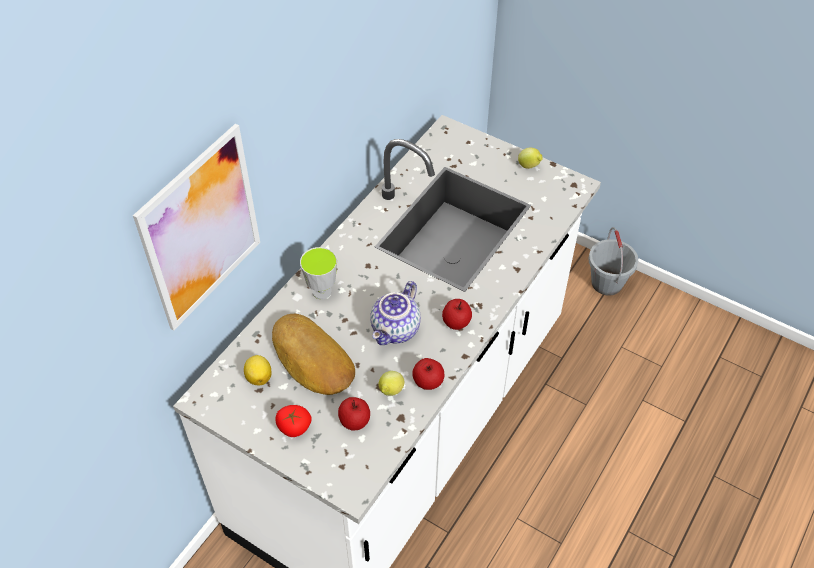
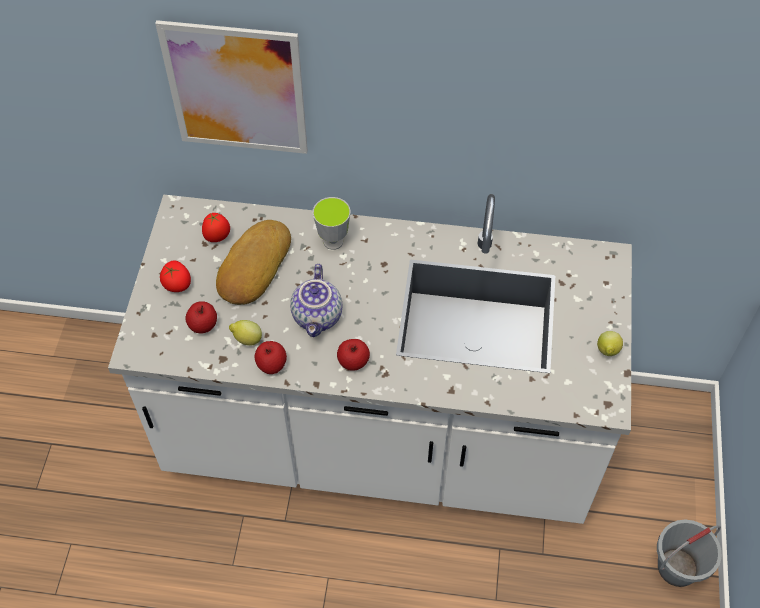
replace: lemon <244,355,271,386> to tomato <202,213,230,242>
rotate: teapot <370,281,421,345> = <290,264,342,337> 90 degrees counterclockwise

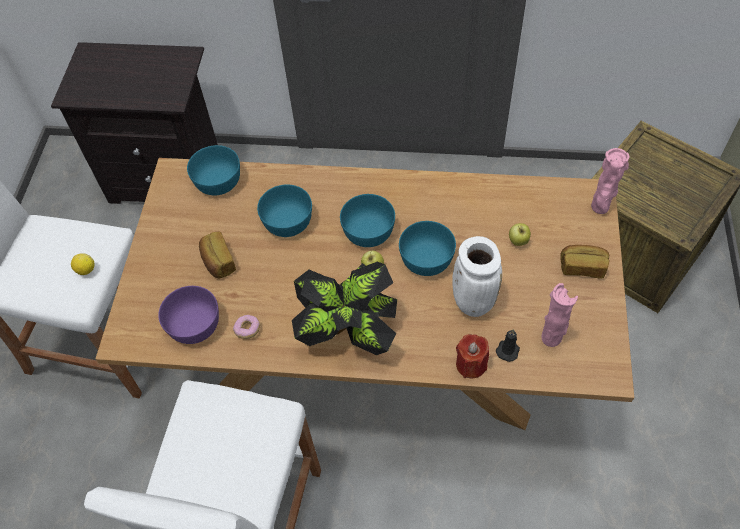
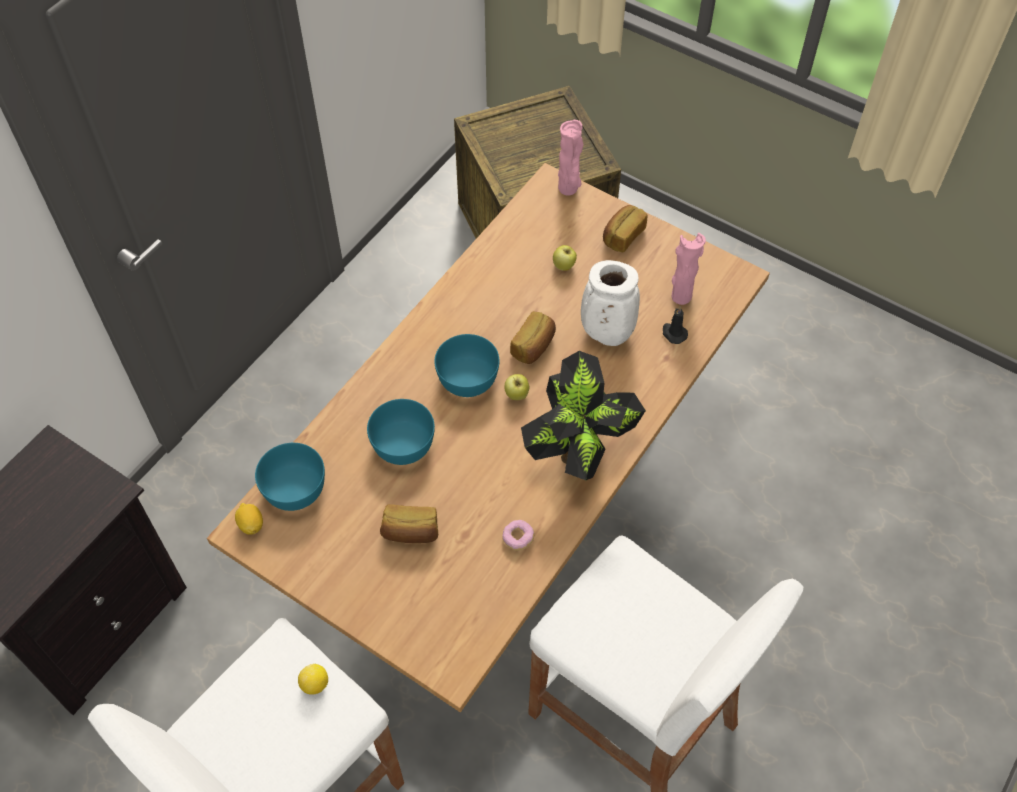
delete: purple bowl <158,286,219,344>; red candle <456,334,489,378>
insert: lemon <235,503,263,535>
replace: turquoise bowl <399,221,456,276> to bread <510,311,556,364>

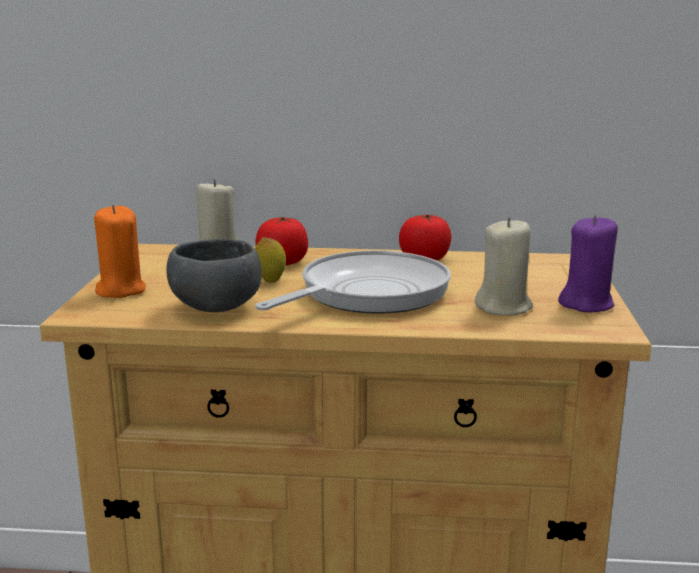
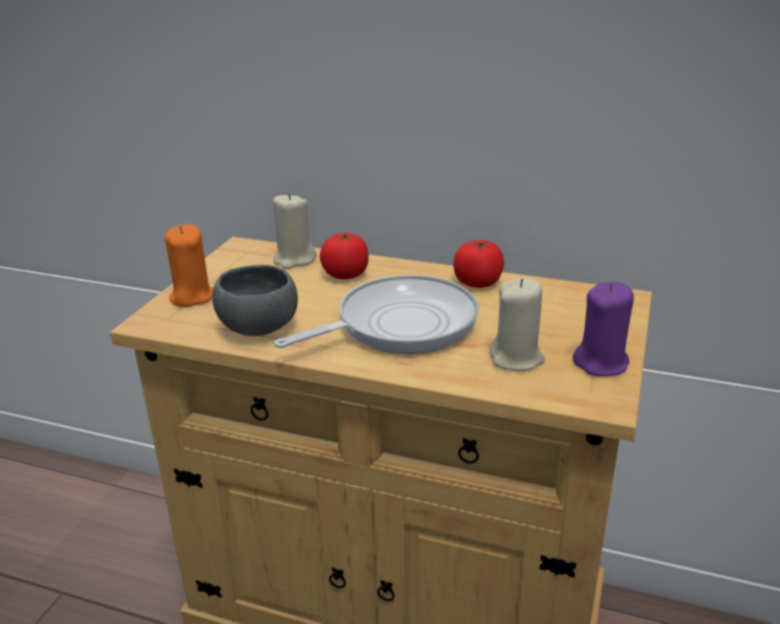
delete: lemon <255,237,286,283>

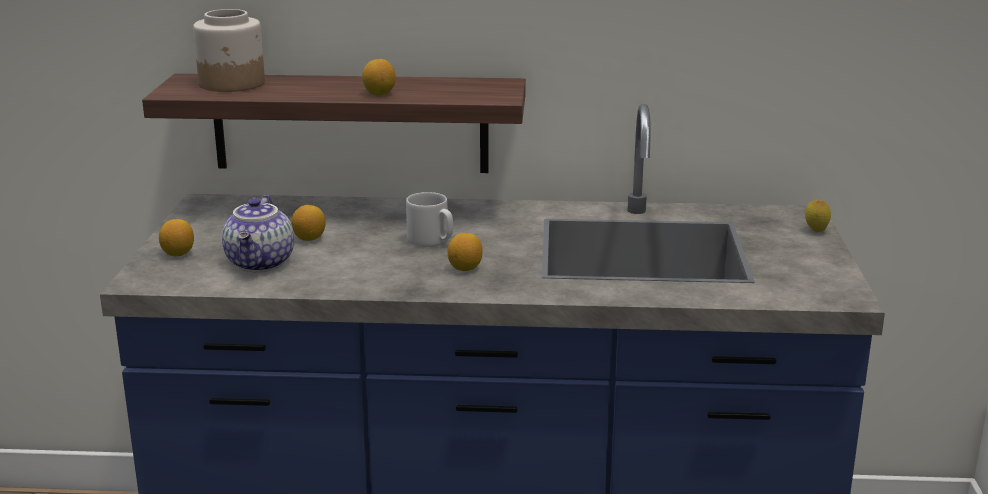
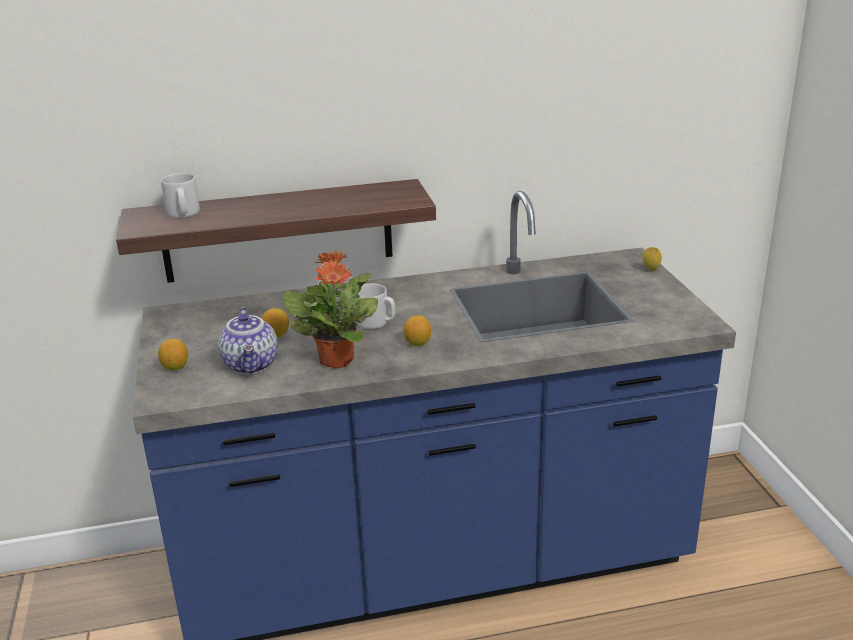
delete: lemon <362,59,396,95>
insert: potted plant <283,251,378,368>
replace: jar <193,9,265,92> to grey mug <161,173,200,218>

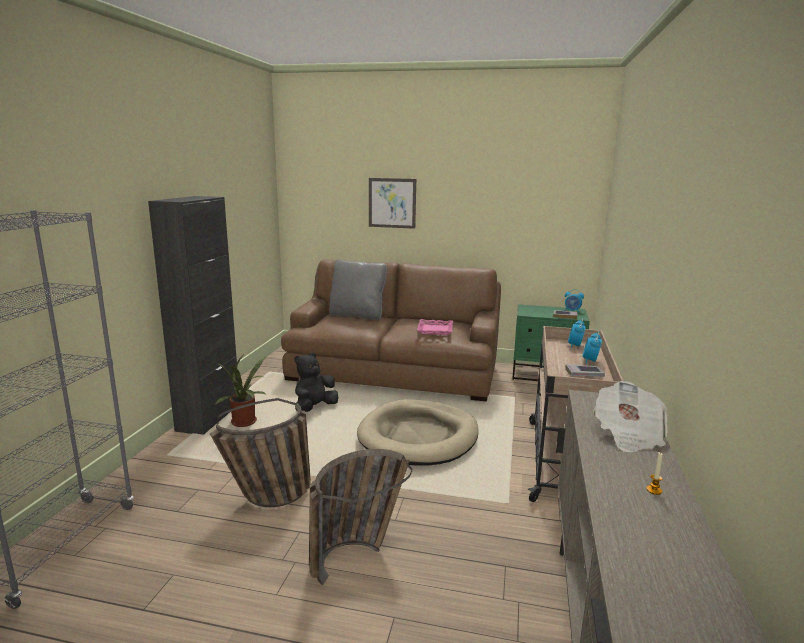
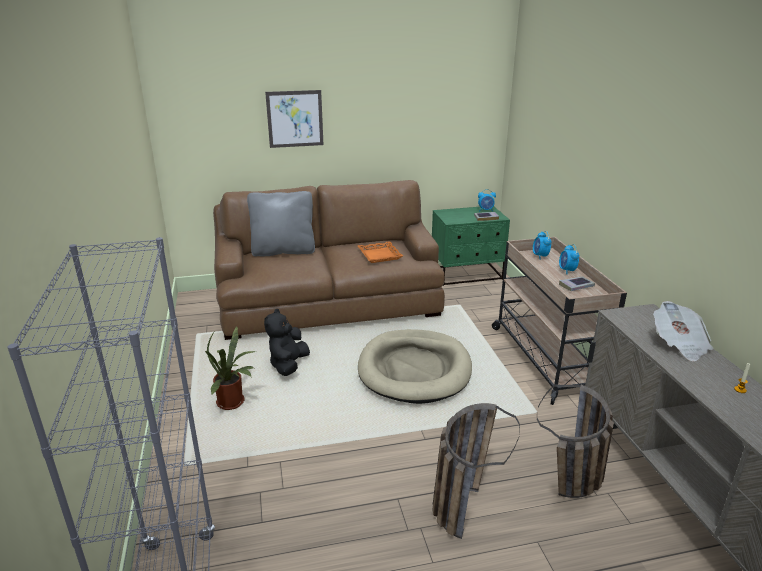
delete: black cabinet <148,196,237,435>
move: basket <210,398,311,507> to <537,384,614,498>
recolor: pink tray <417,319,453,335> to orange tray <358,241,403,263>

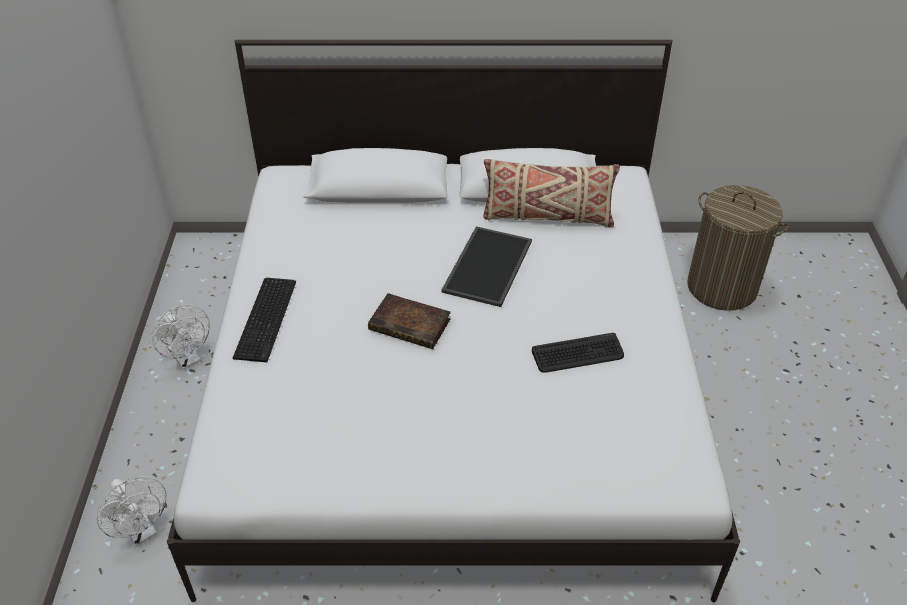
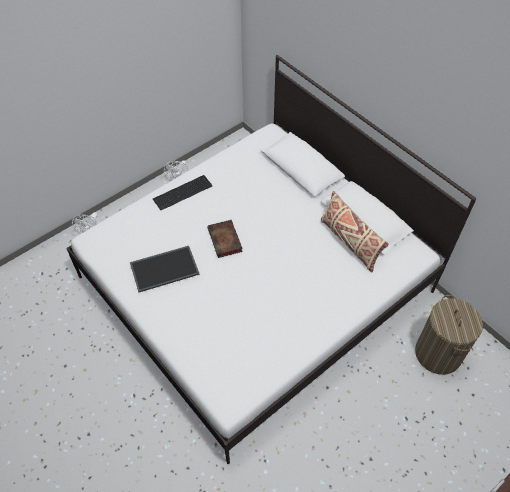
delete: keyboard <532,333,624,373>
move: tray <441,226,532,307> to <130,246,200,292>

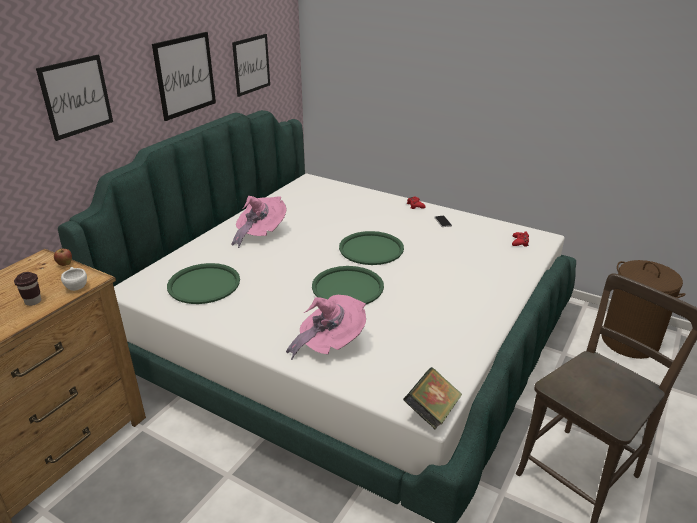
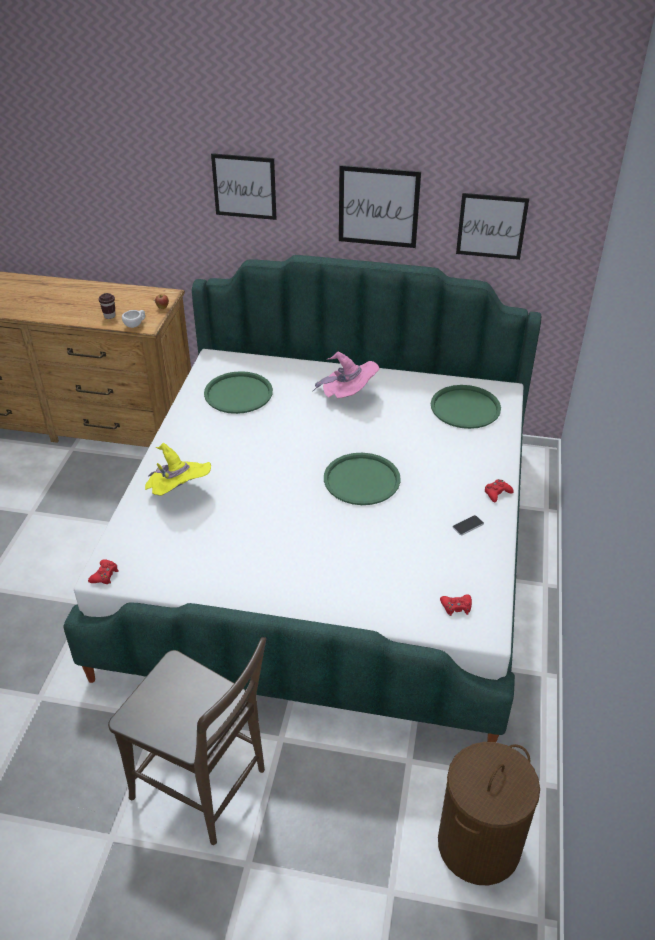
move: green tray <312,266,384,305> to <431,385,501,429>
replace: book <403,367,462,430> to red game controller <88,559,119,584>
recolor: pink hat <286,295,366,360> to yellow hat <145,443,211,496>

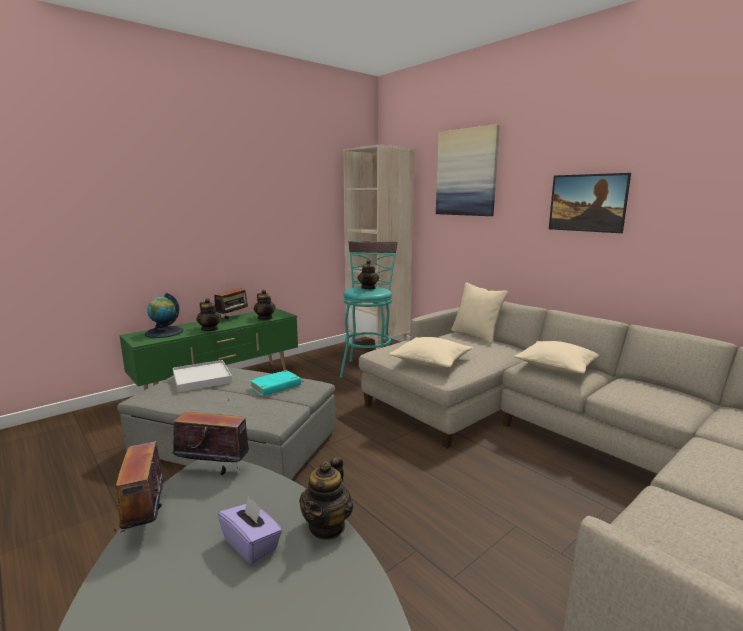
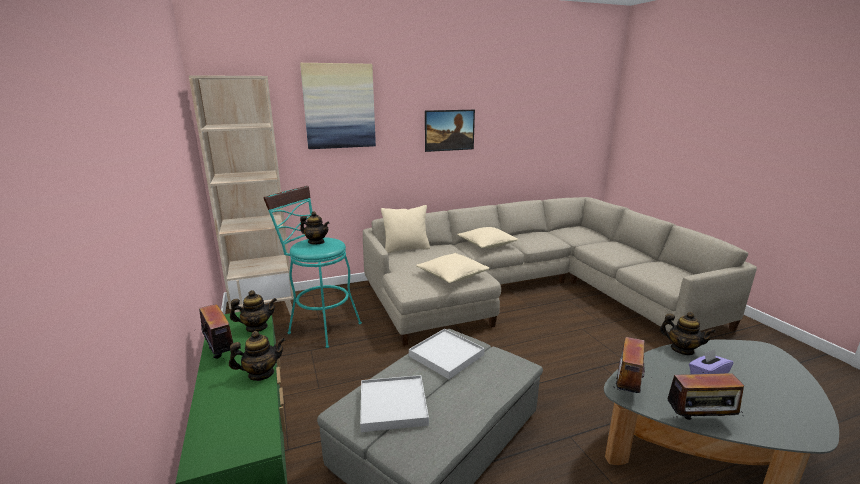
delete: globe <144,293,183,338>
replace: turquoise book <250,370,304,396> to white tray <409,329,485,379>

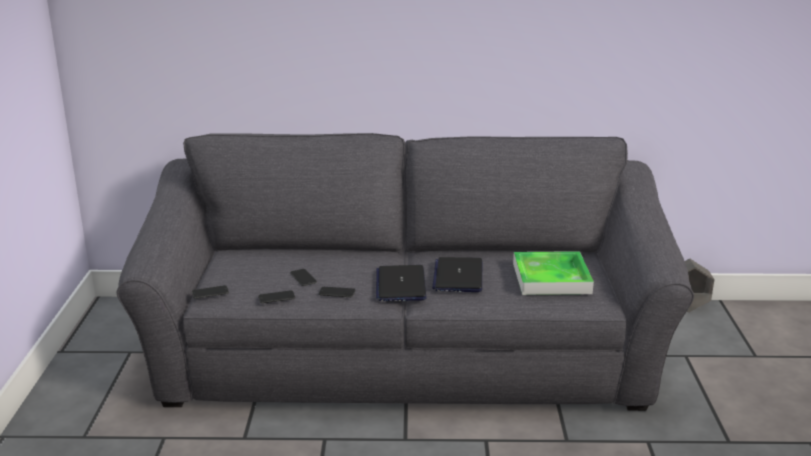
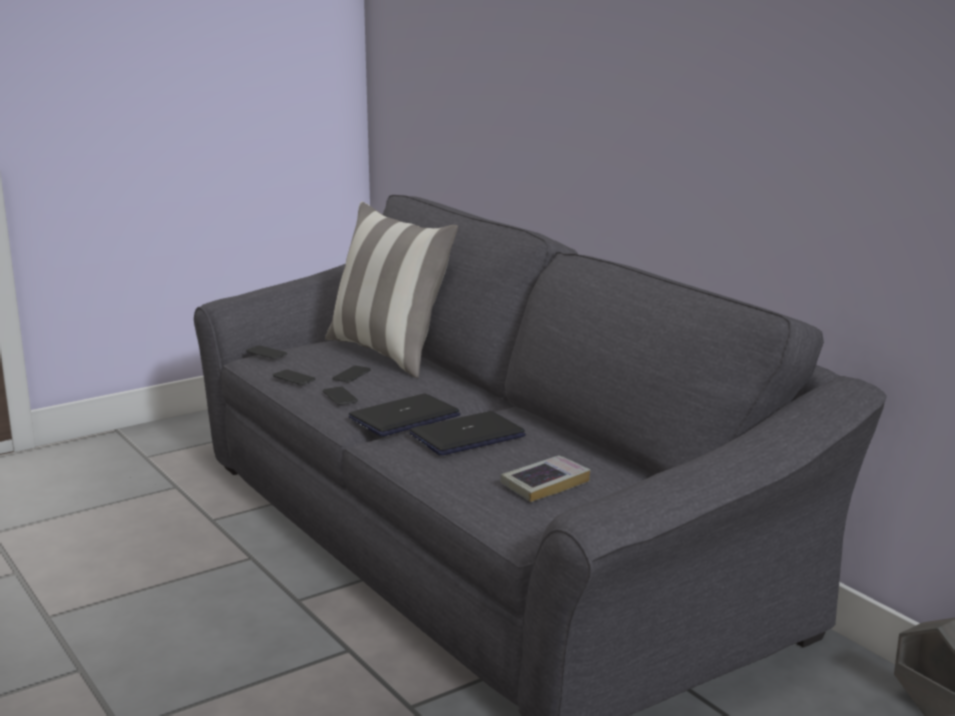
insert: pillow <325,201,458,378>
replace: tray <513,251,594,295> to book <500,455,590,502>

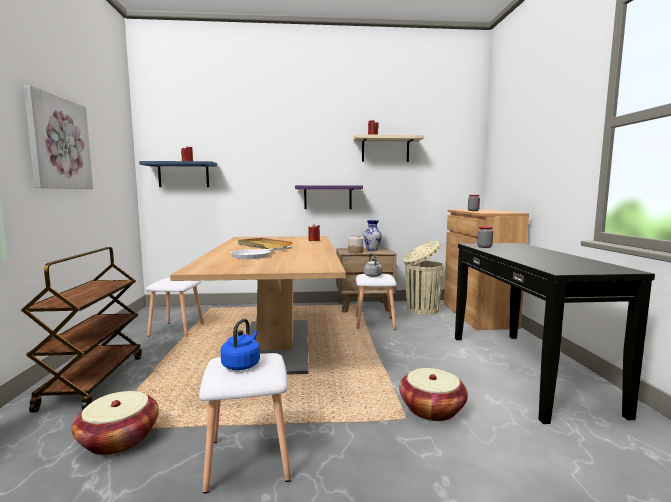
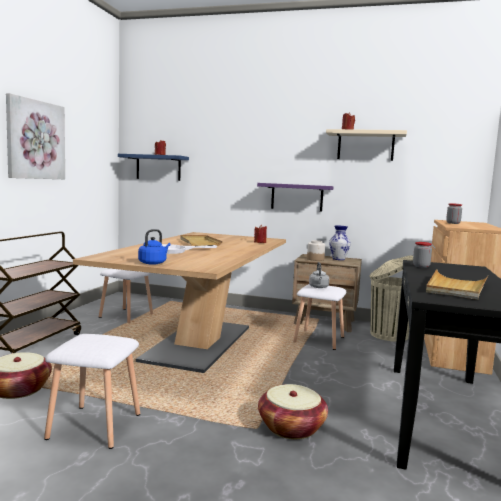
insert: beige tray <426,269,488,300>
move: blue kettle <221,319,260,370> to <138,229,171,265>

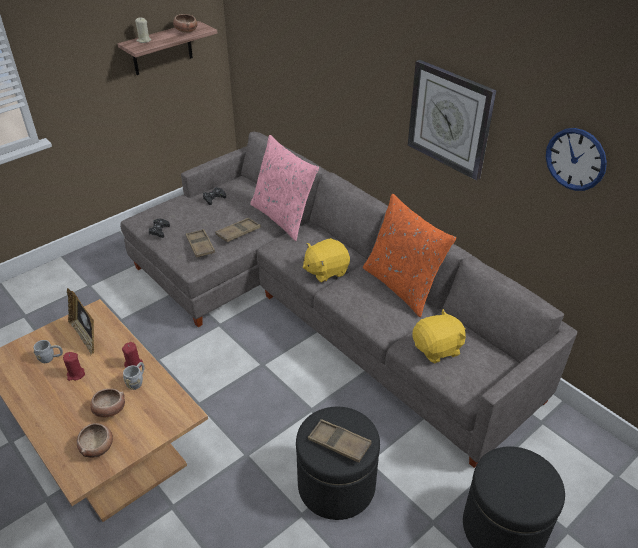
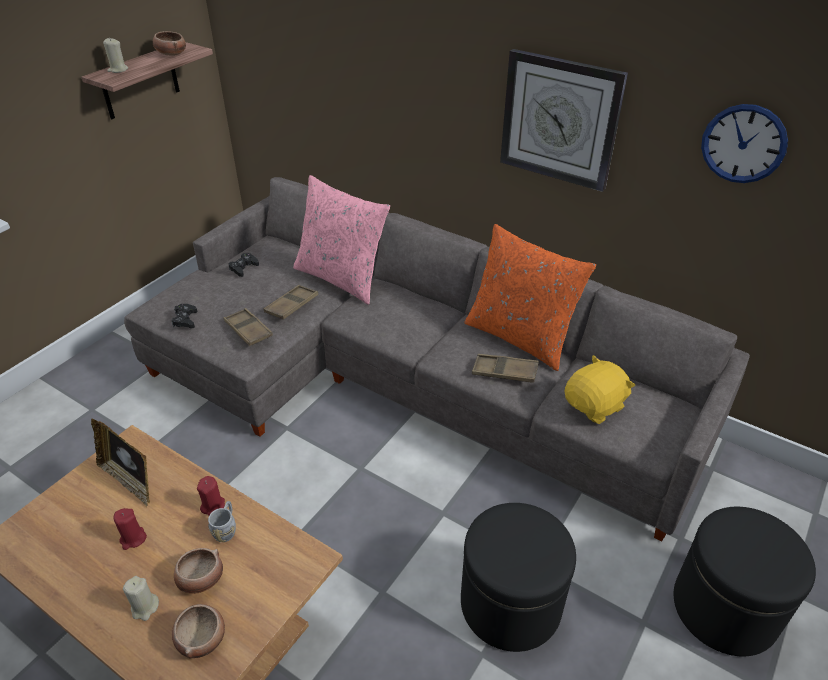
delete: yellow plush toy <303,238,350,283>; grey mug <33,340,63,363>
insert: beige candle <123,576,159,621>
move: brown tray <308,419,372,463> to <472,354,539,383>

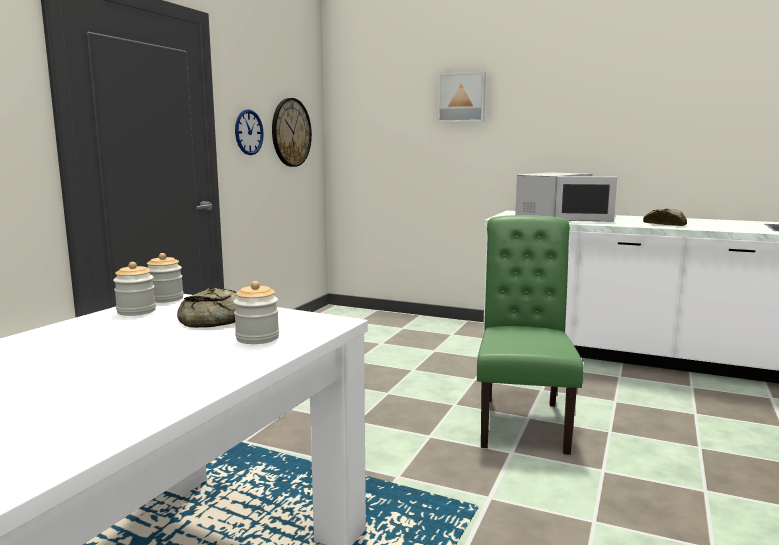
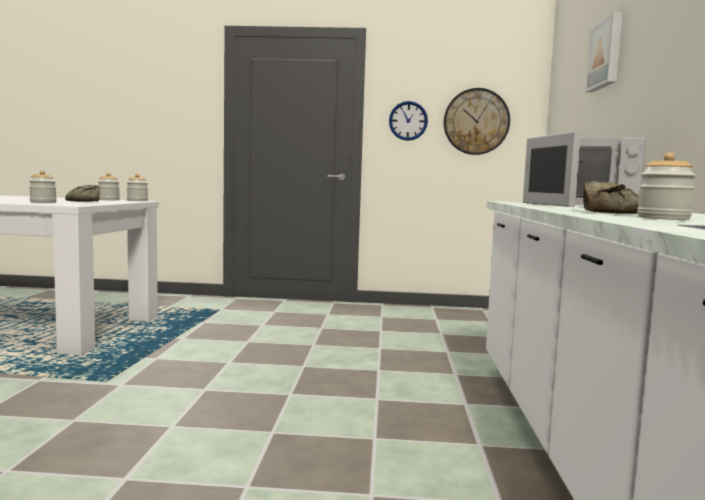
delete: green chair <477,215,583,455>
insert: jar <637,153,696,220>

